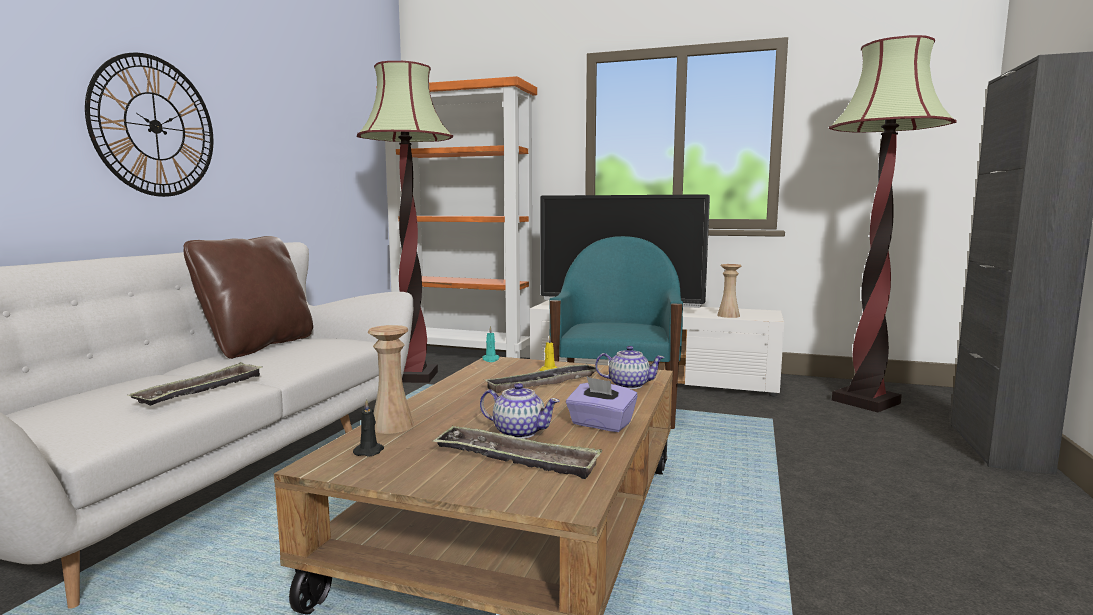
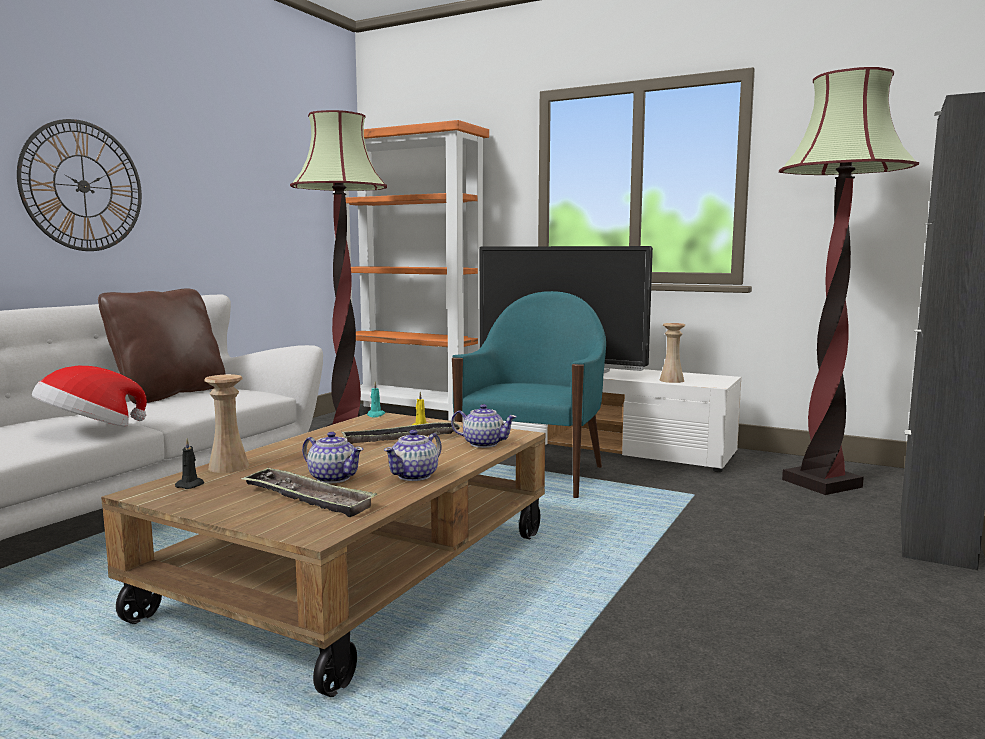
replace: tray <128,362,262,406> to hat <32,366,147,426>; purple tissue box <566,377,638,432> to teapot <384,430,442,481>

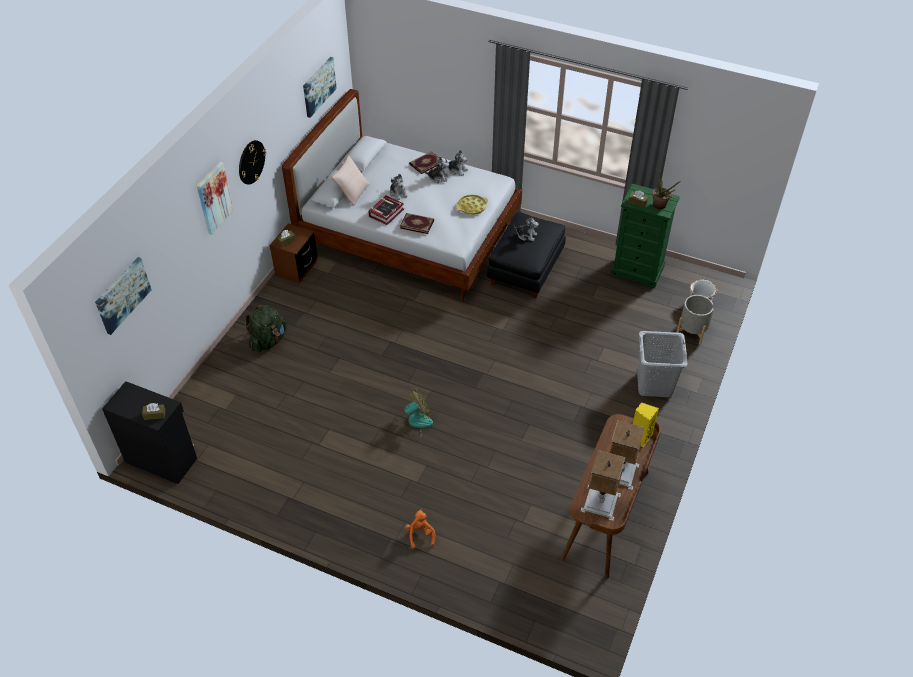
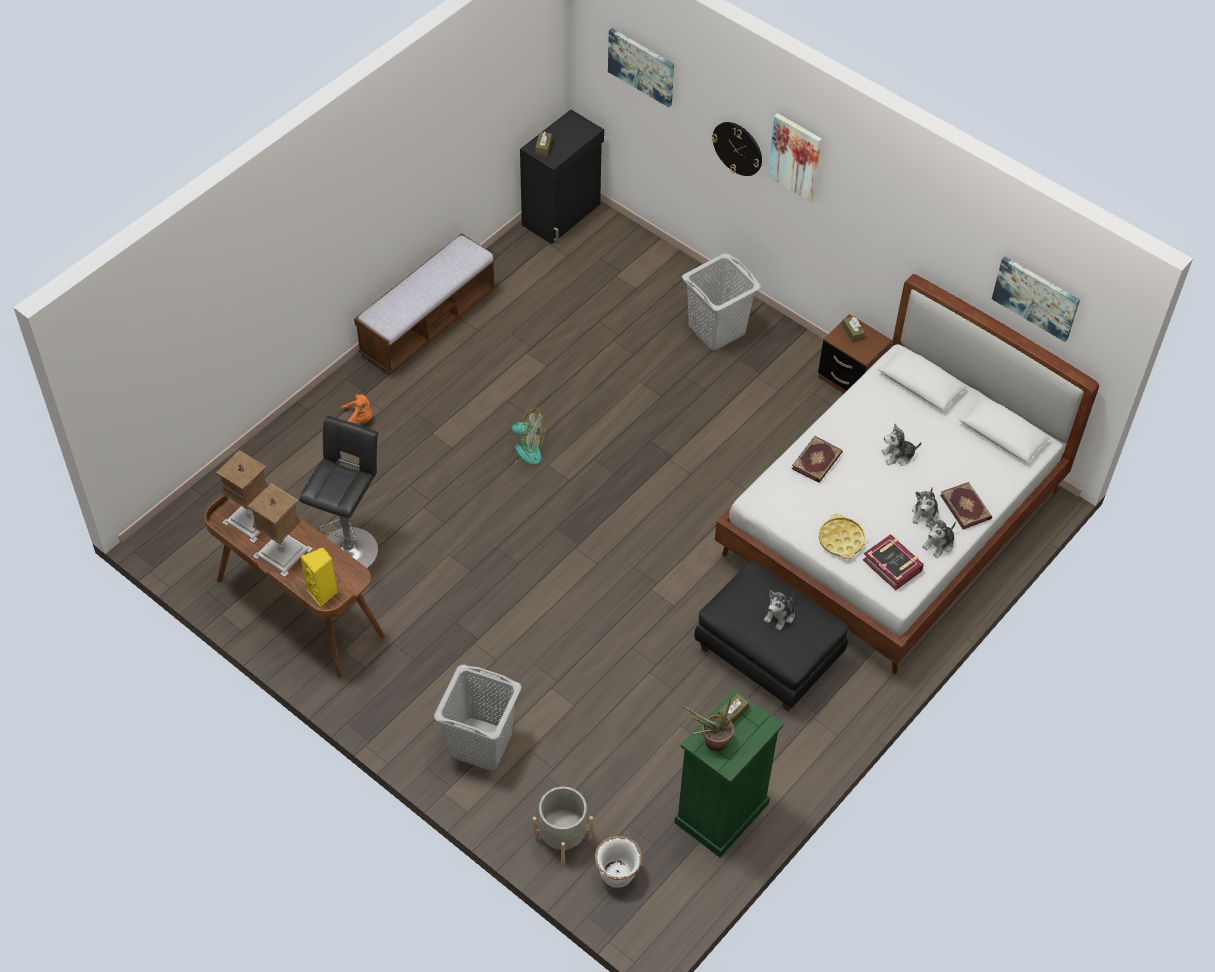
delete: beige pillow <332,155,370,206>
insert: bench <354,233,496,374>; black stool <299,416,378,568>
move: wall clock <239,140,266,185> to <712,122,762,176>; book <368,196,404,225> to <863,534,924,590>
replace: green backpack <245,305,287,352> to grey laundry basket <682,253,761,350>
rotate: fan <397,388,433,440> = <498,407,545,469> 60 degrees counterclockwise

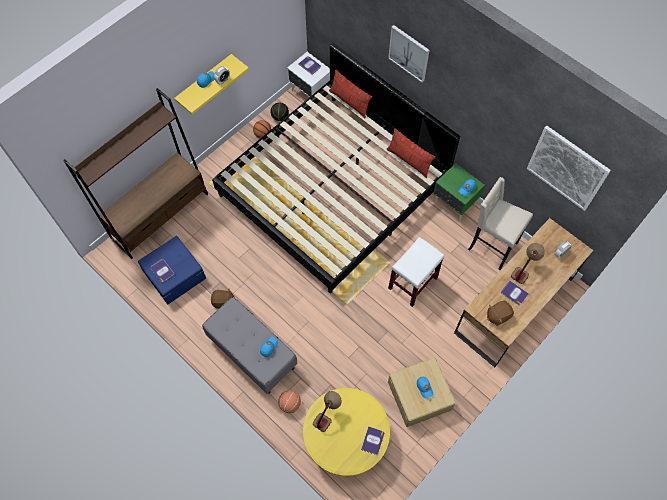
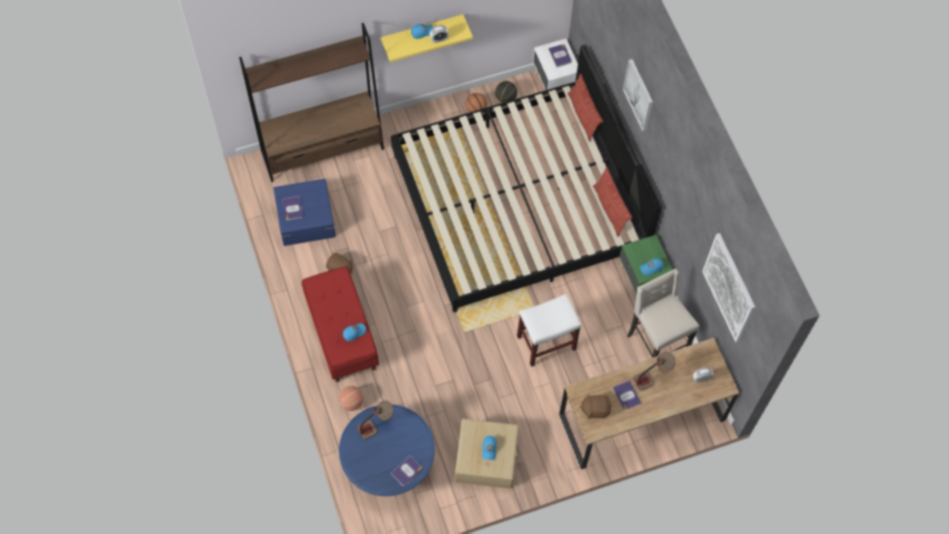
recolor: grey bench <202,297,297,394> to red bench <302,266,379,382>; yellow coffee table <303,388,390,476> to blue coffee table <339,404,435,496>

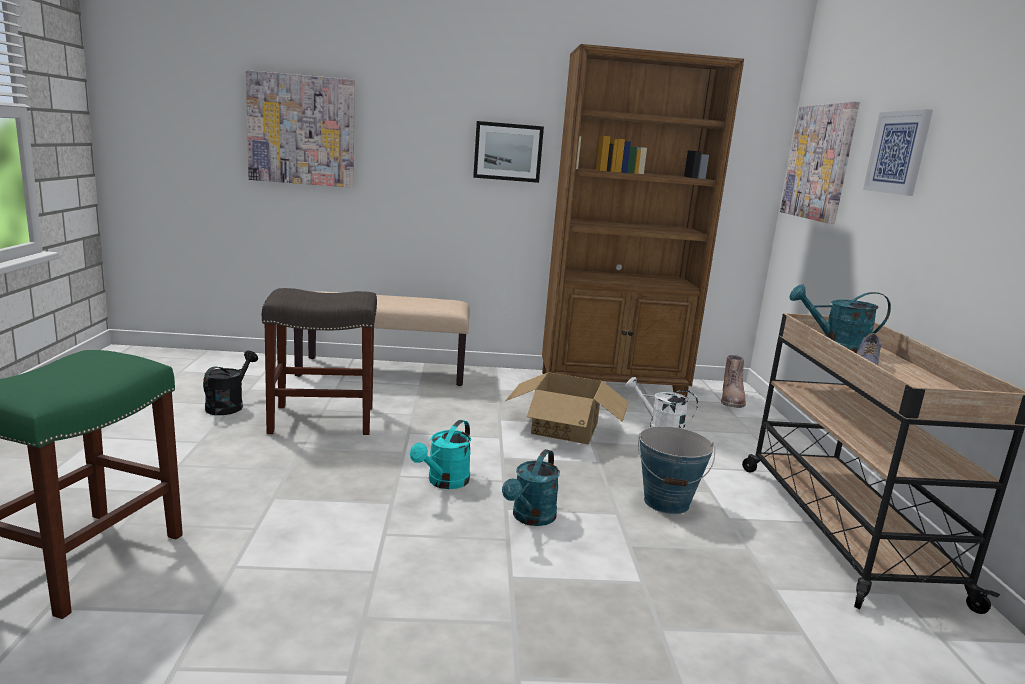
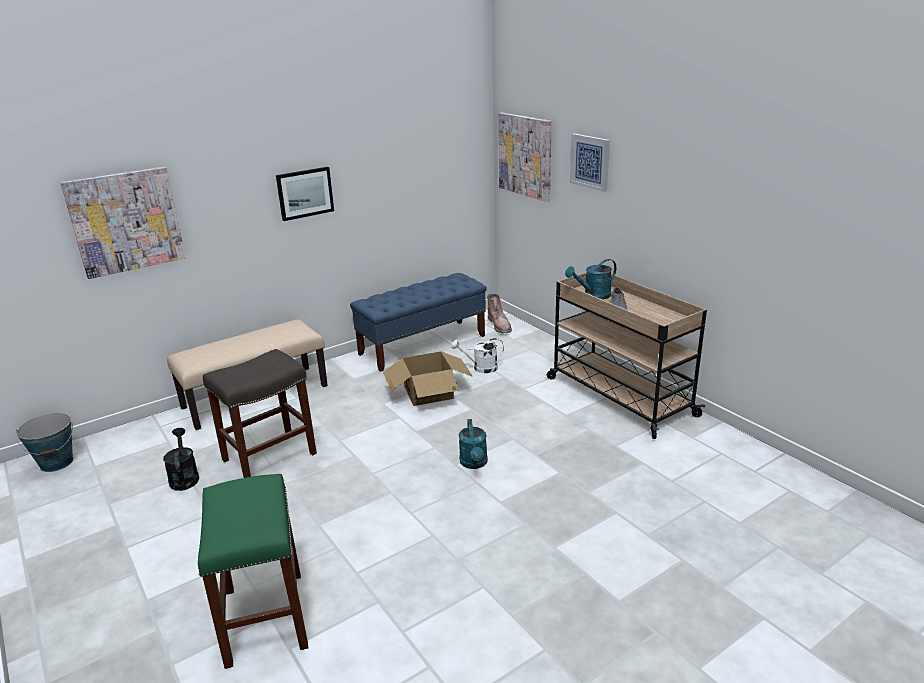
delete: turquoise watering can <410,420,471,489>
move: bucket <638,426,715,514> to <16,412,73,472>
replace: brown bookcase <542,44,744,397> to blue bench <350,273,487,372>

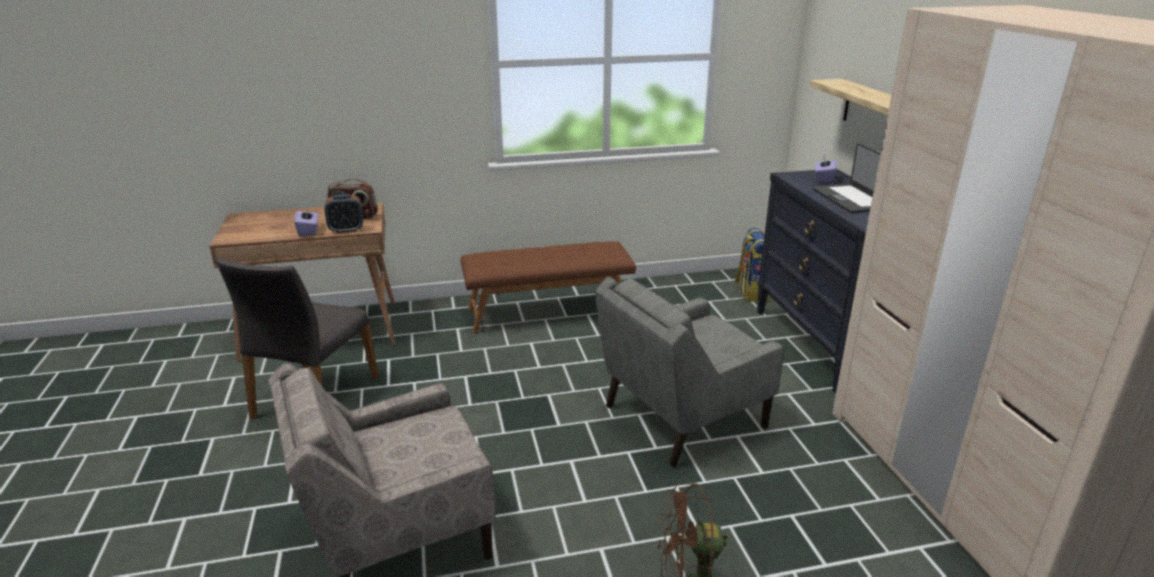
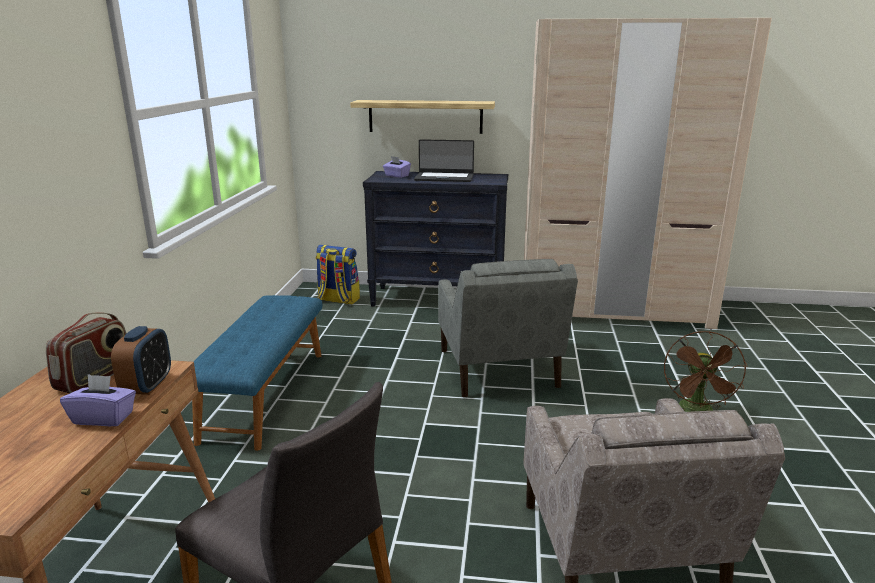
recolor: brown bench <461,241,636,334> to blue bench <192,295,322,451>

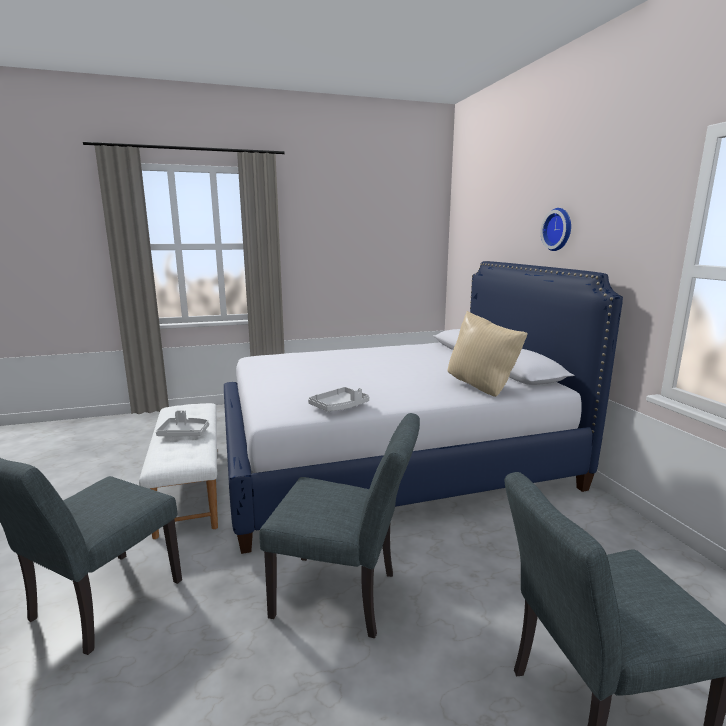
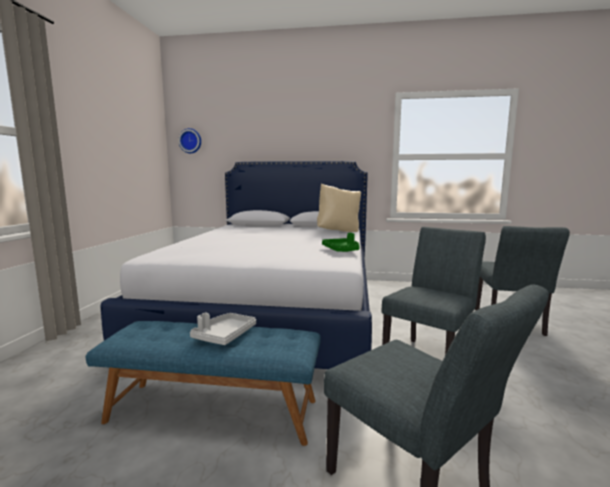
move: wall clock <541,208,571,251> to <178,128,201,153>
recolor: grey tray <308,387,369,411> to green tray <322,233,360,252>; white bench <139,403,218,539> to blue bench <86,321,321,446>

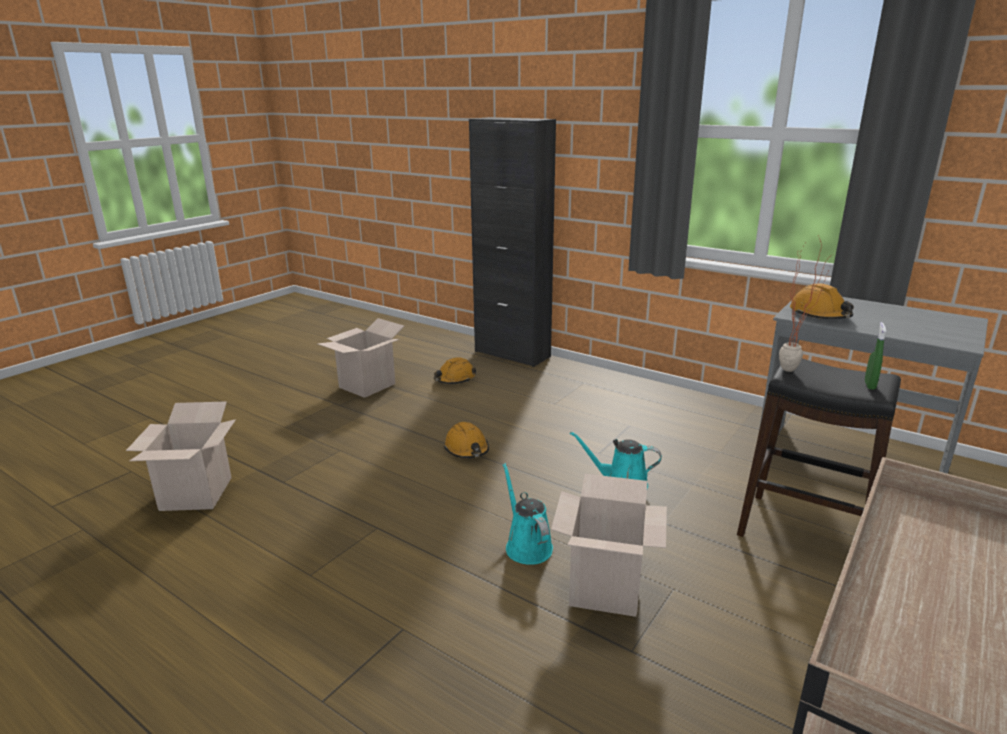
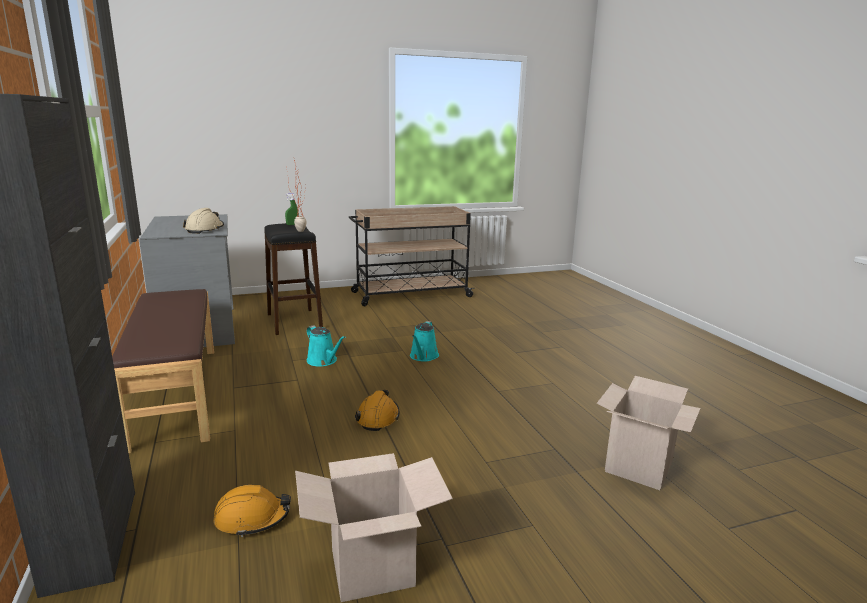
delete: cardboard box <551,474,667,617>
insert: brown bench <112,289,214,453>
recolor: orange hard hat <790,284,854,319> to beige hard hat <183,208,224,234>

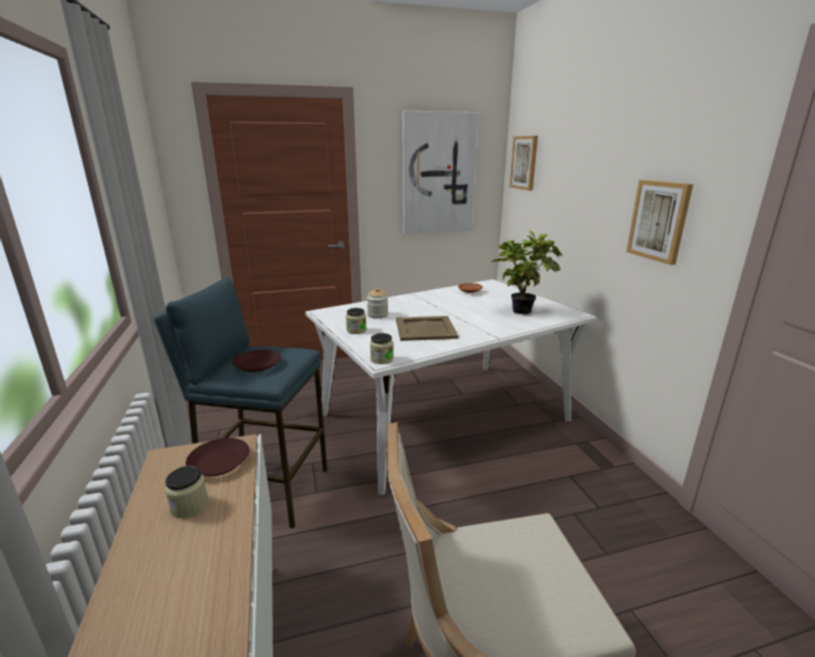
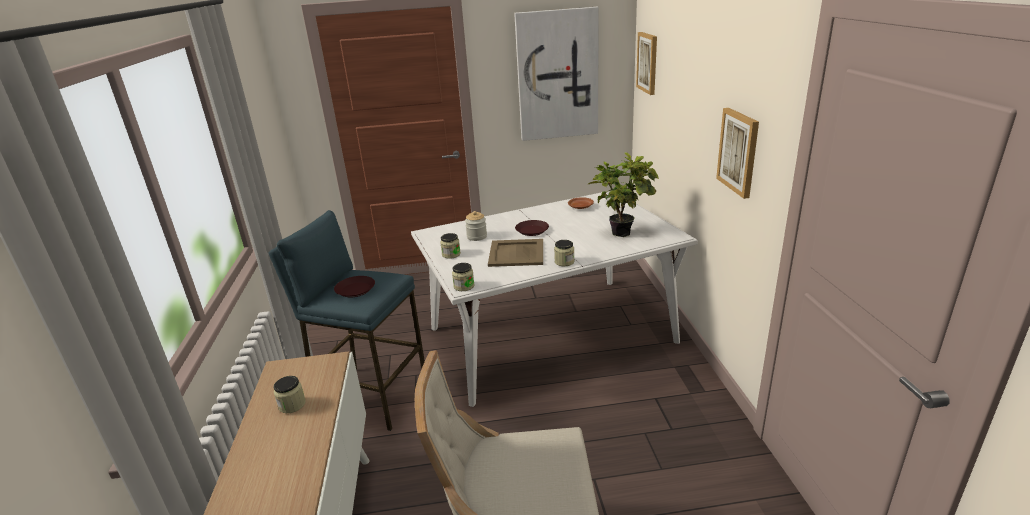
insert: jar <554,240,574,266>
move: brown plate <186,438,249,476> to <515,220,549,236>

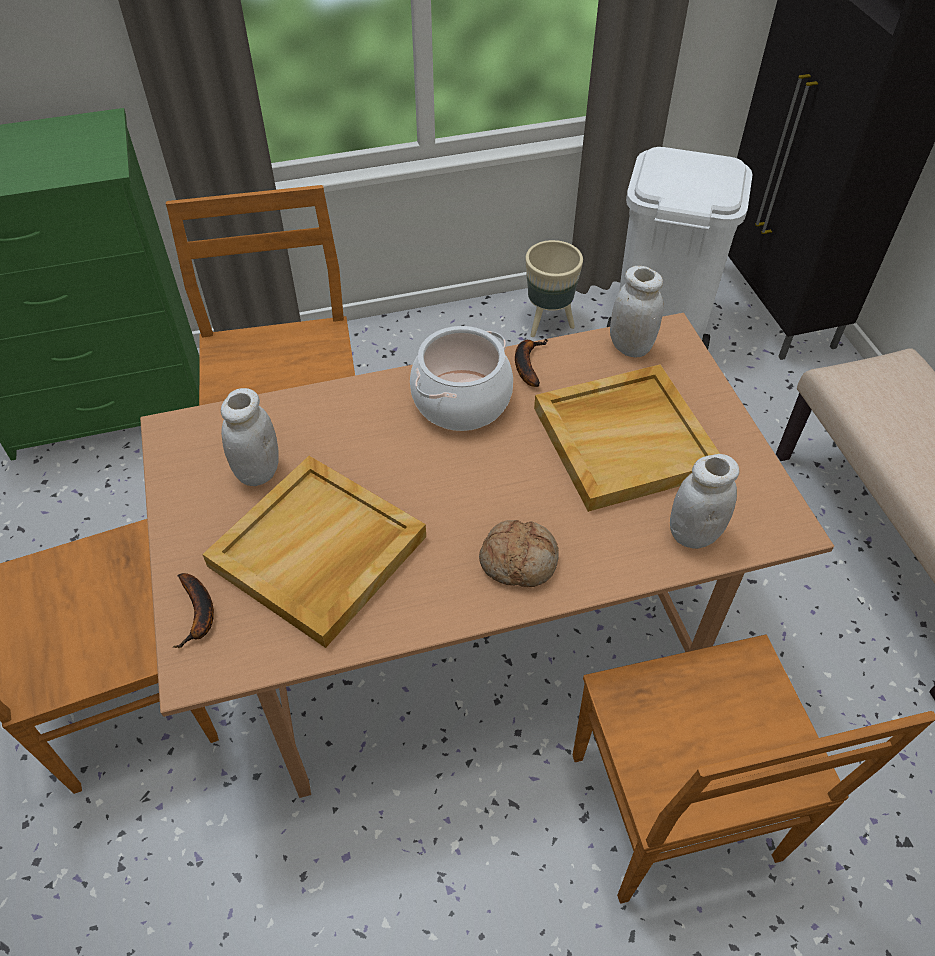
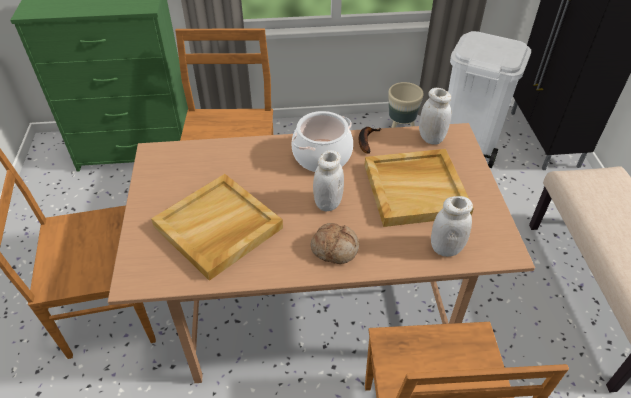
delete: banana <173,573,214,648>
move: white jar <221,388,279,486> to <313,150,344,211>

